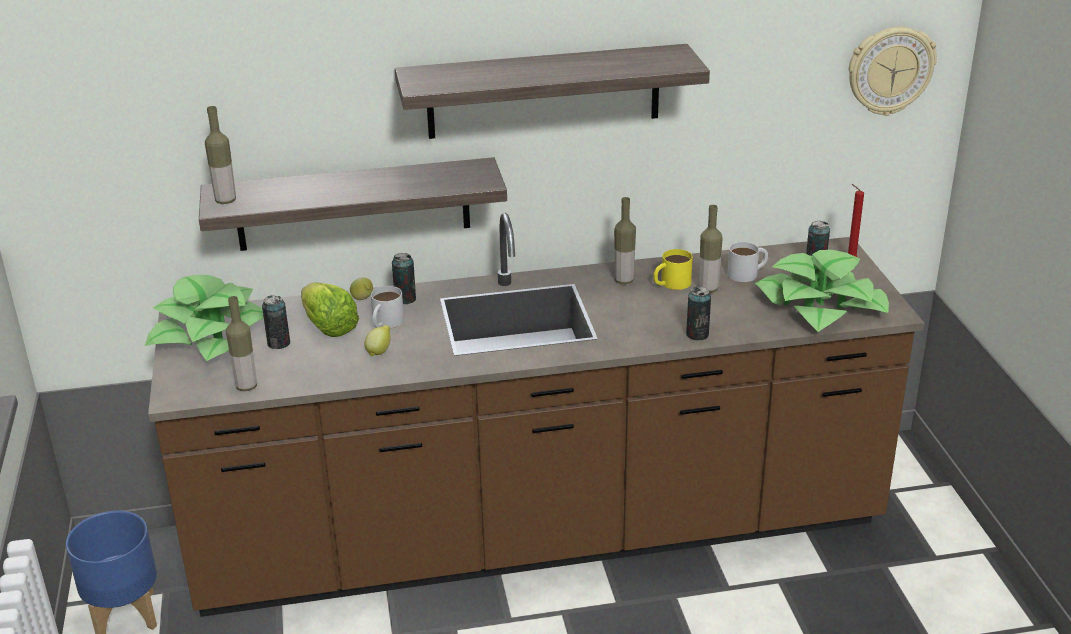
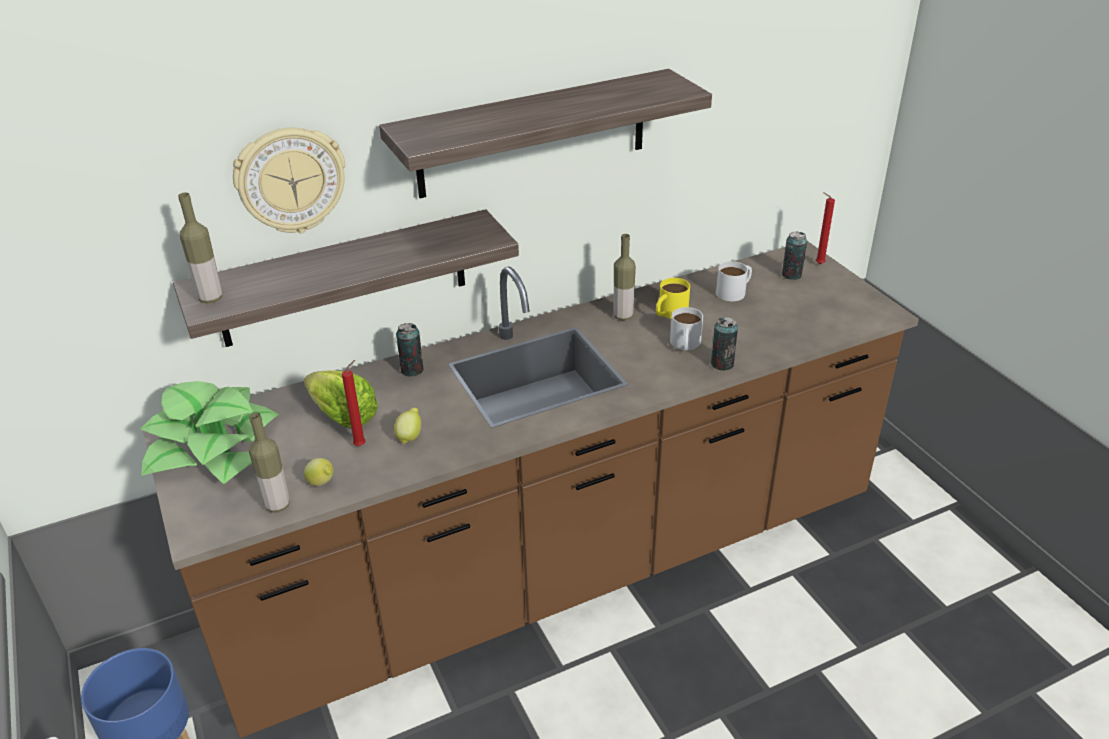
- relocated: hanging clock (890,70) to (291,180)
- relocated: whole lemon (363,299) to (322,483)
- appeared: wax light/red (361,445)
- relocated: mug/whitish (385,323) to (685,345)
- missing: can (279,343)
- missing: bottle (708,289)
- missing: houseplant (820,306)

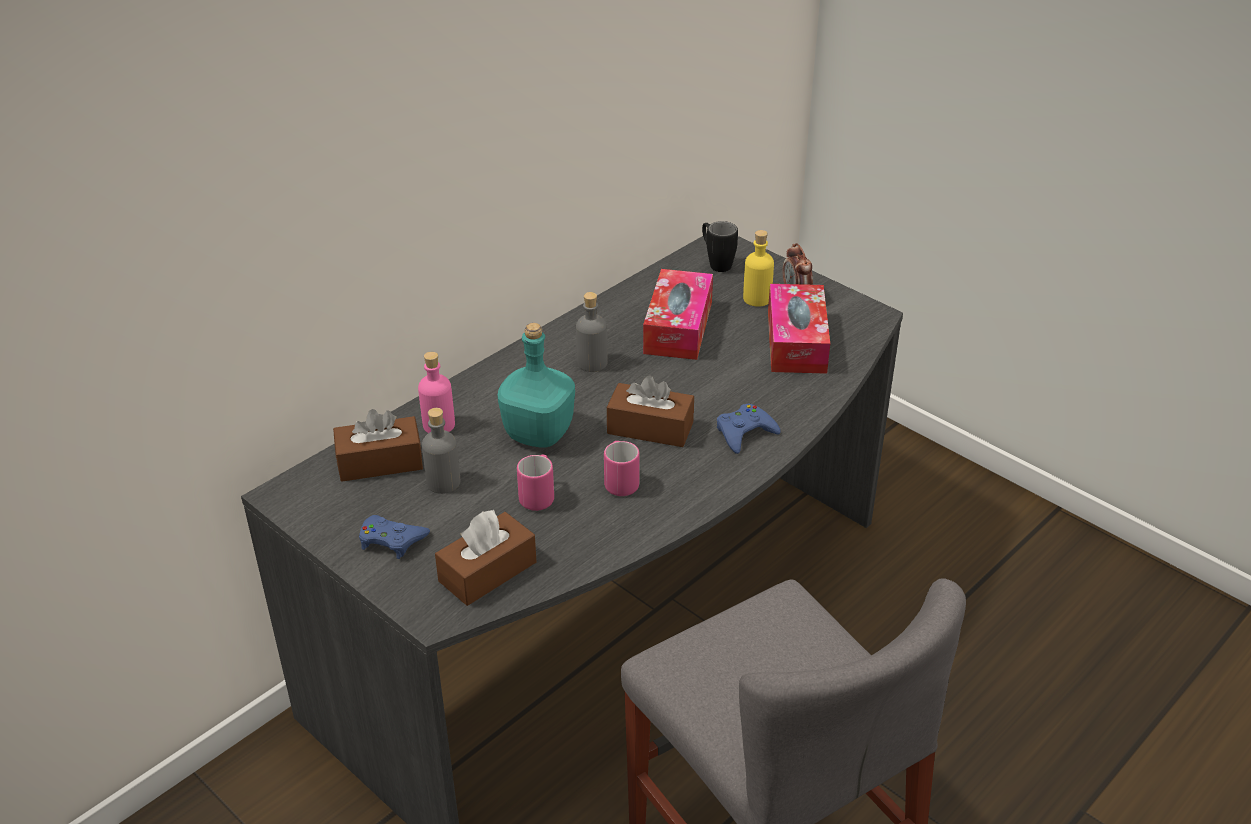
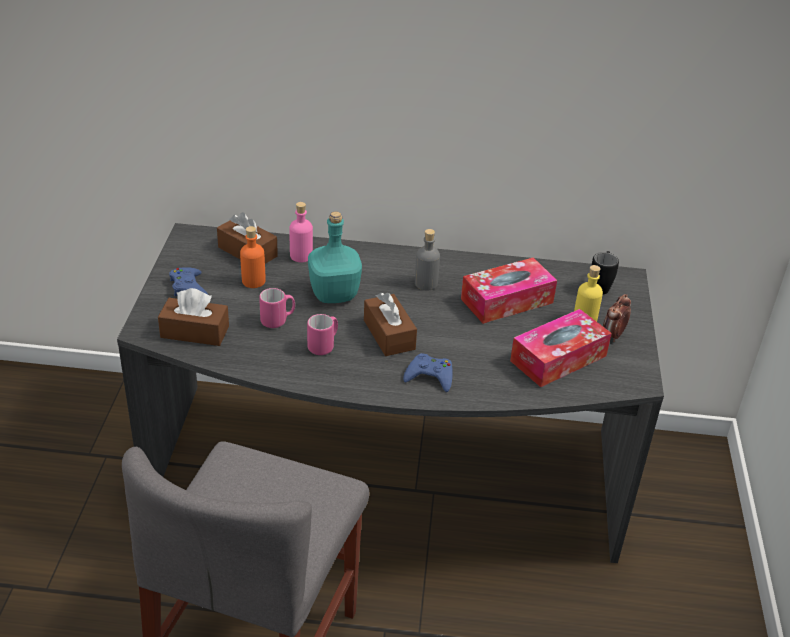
- colour: bottle/greyish (443,482) to bottle/orange-coloured (253,281)

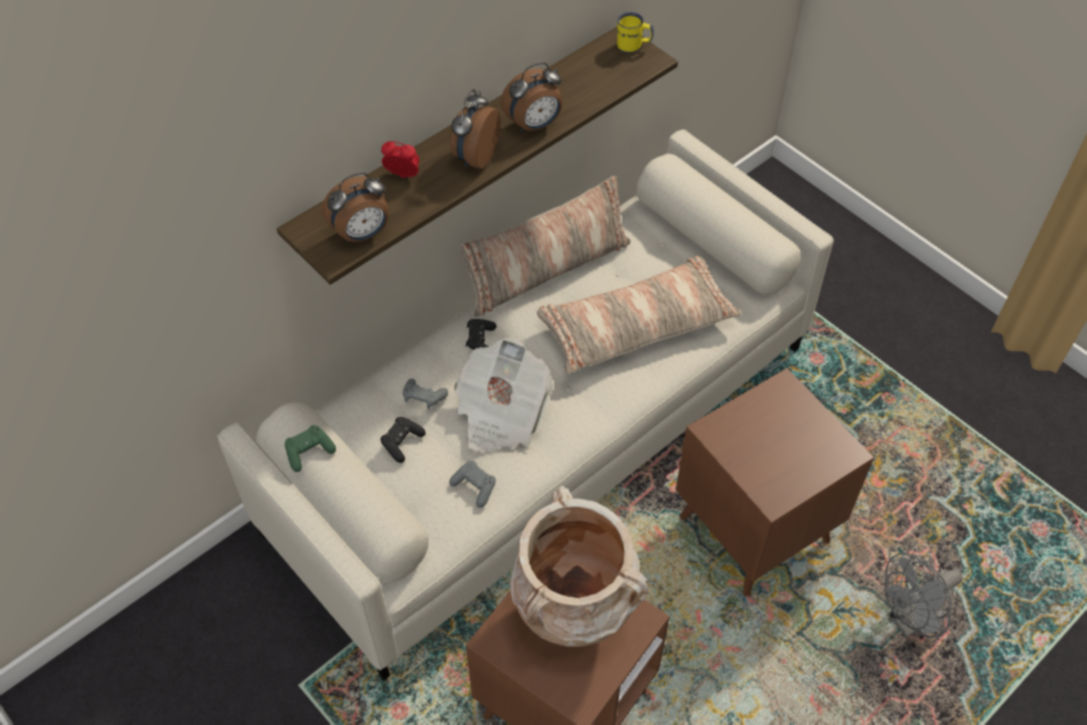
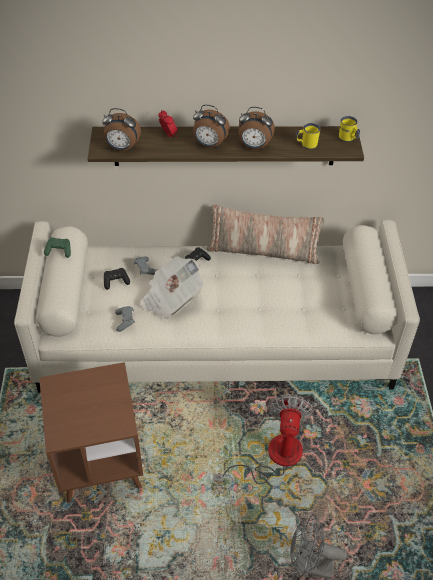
- spun: alarm clock (474,157) = (209,145) 135 degrees counterclockwise
- exchanged: side table/brownish (754,529) to electric fan (273,457)
- appeared: mug/yellow-coloured (306,144)
- missing: flower vase/beige (575,616)
- missing: throw pillow (636,326)

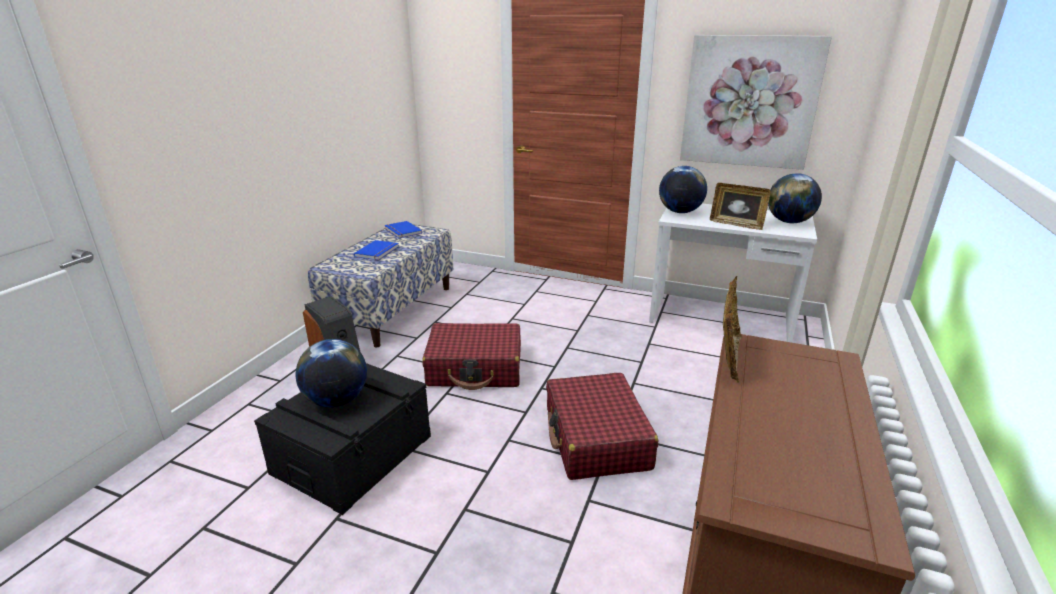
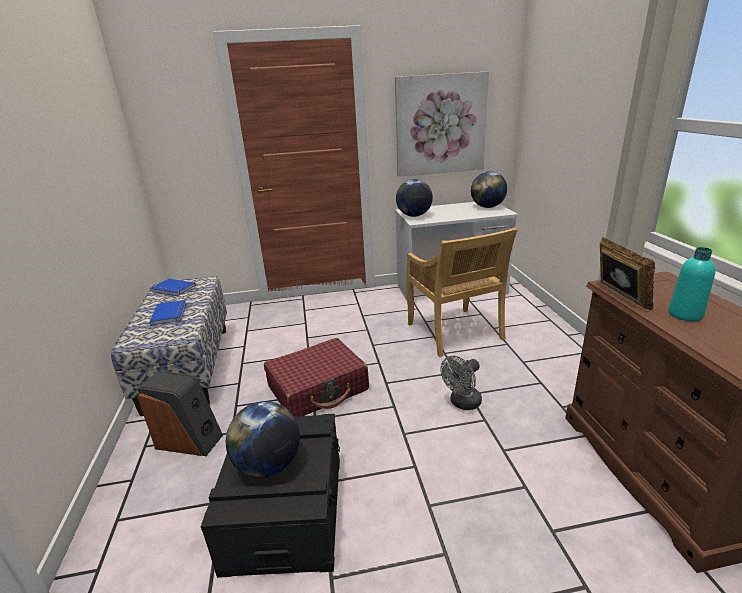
- appeared: upright chair/beige (455,332)
- exchanged: suitcase/red (596,438) to electric fan/greyish (462,403)
- appeared: bottle/blue-green (685,314)
- missing: photo frame (736,224)

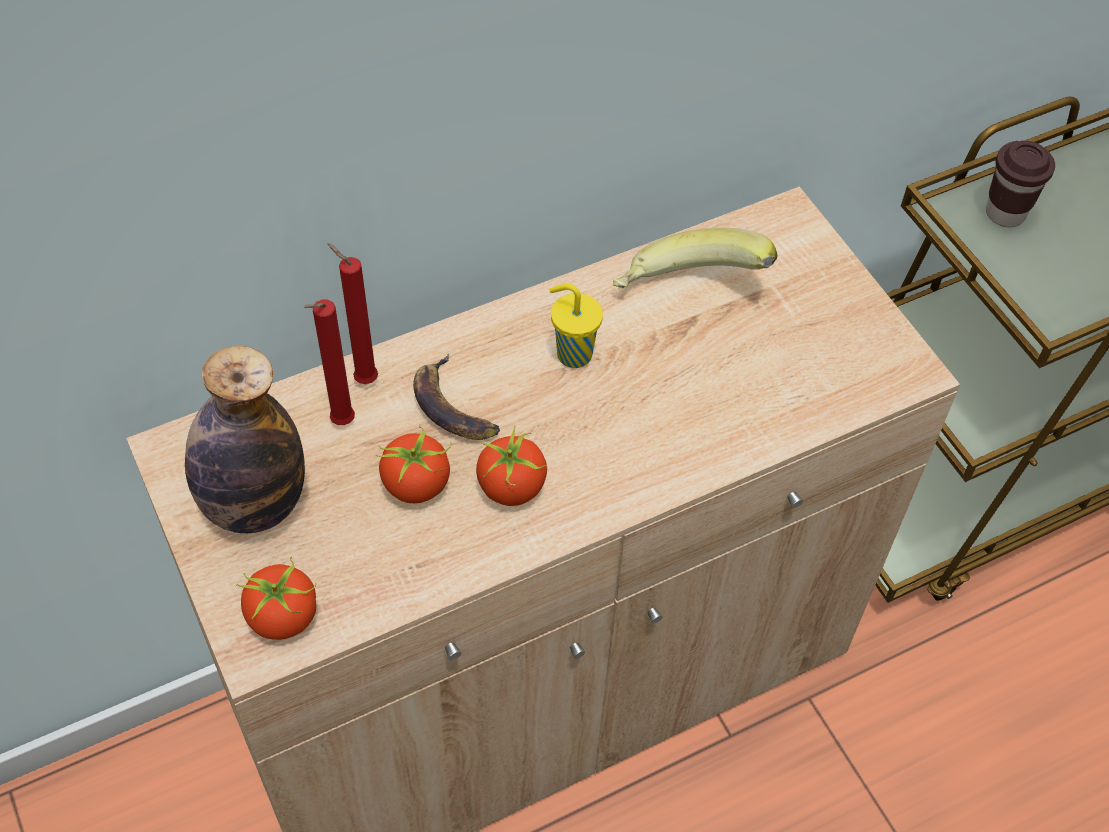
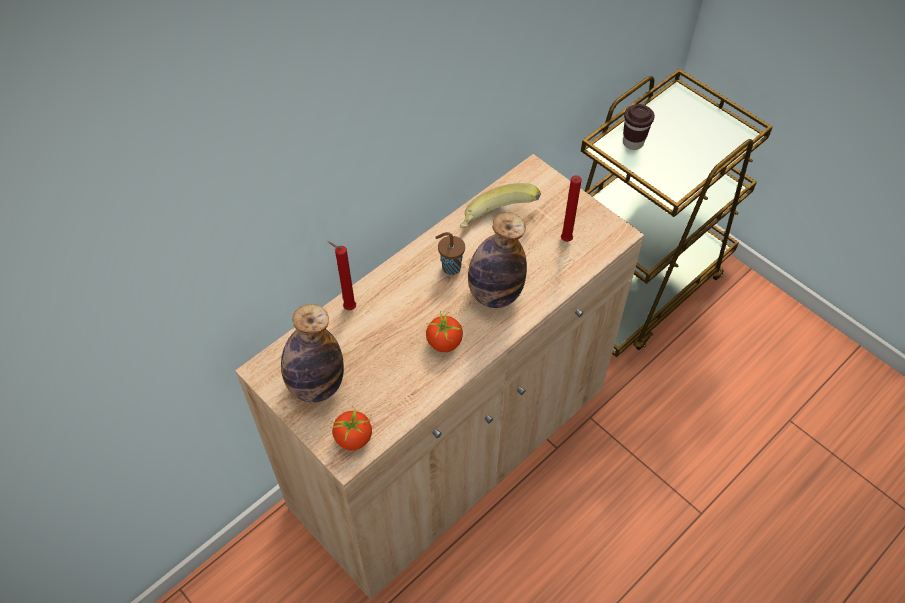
- colour: drinking cup/yellow-coloured (572,354) to drinking cup/brownish (450,267)
- appeared: bottle (494,294)
- relocated: wax light/red (340,423) to (565,241)
- missing: whole tomato (417,485)
- missing: whole banana (454,407)

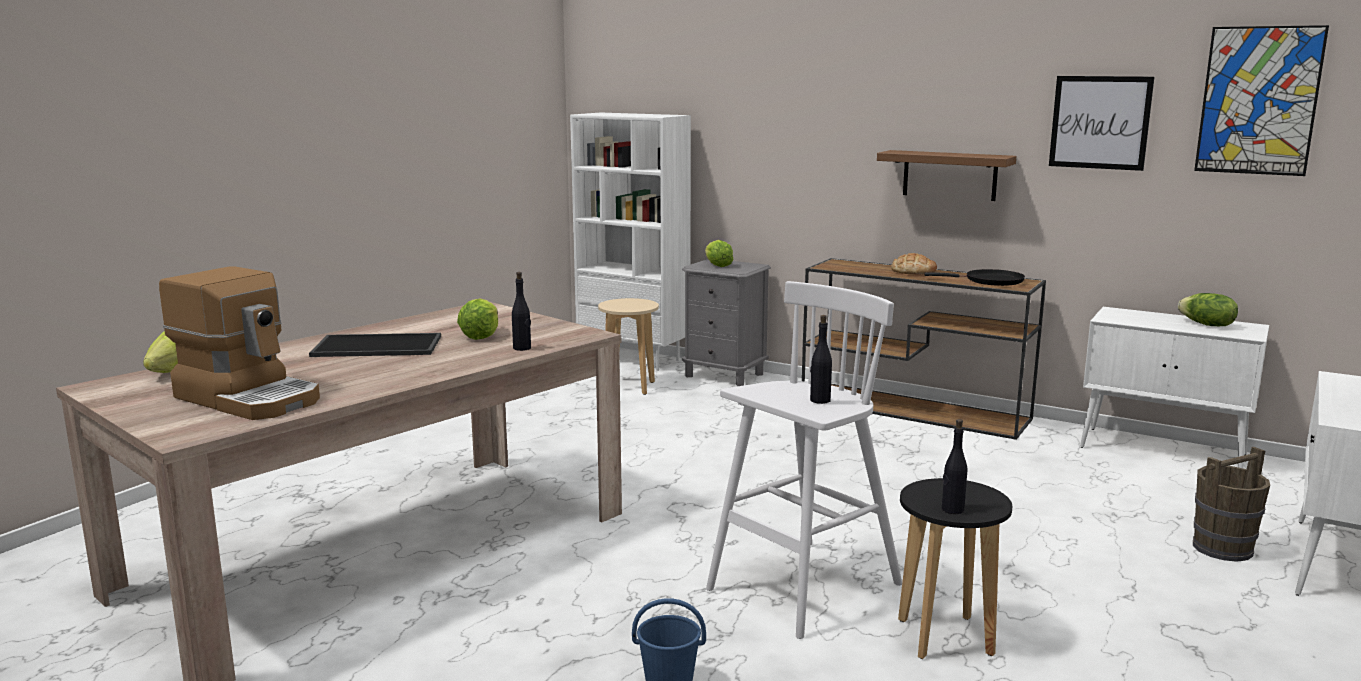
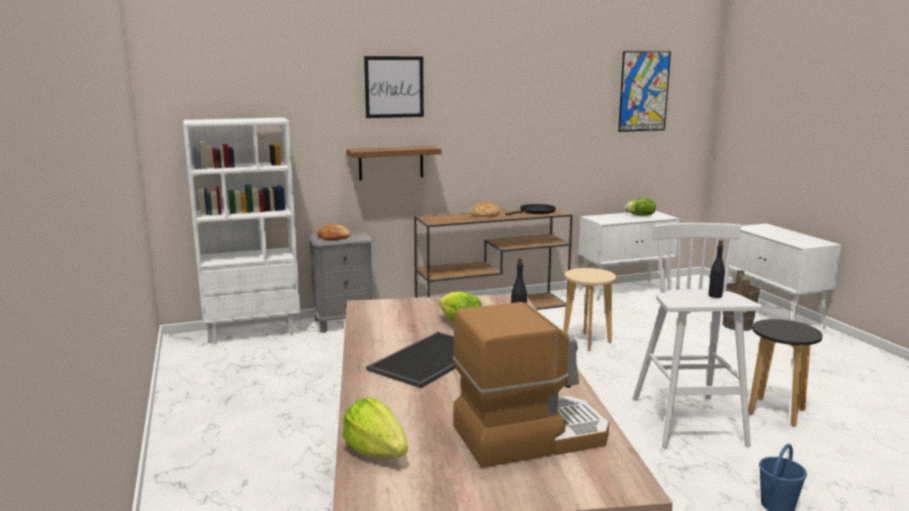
- exchanged: lettuce (717,265) to baked bread (334,237)
- relocated: shelf/brownish (949,175) to (391,163)
- relocated: wall art (1100,122) to (394,87)
- relocated: stool seat/beige (629,387) to (586,342)
- missing: bottle/black (952,510)

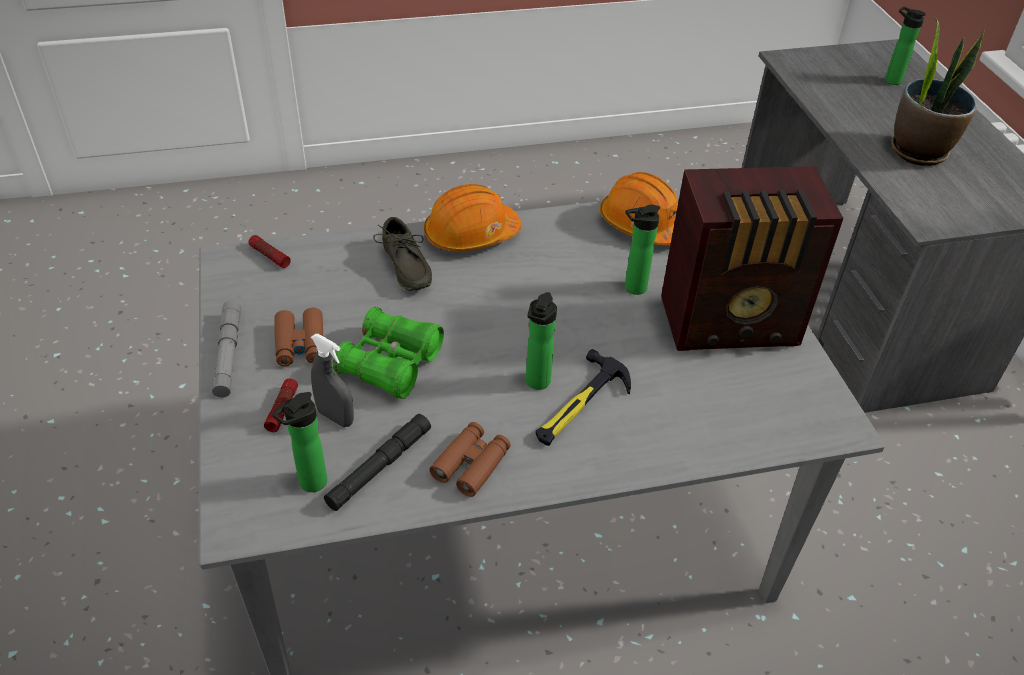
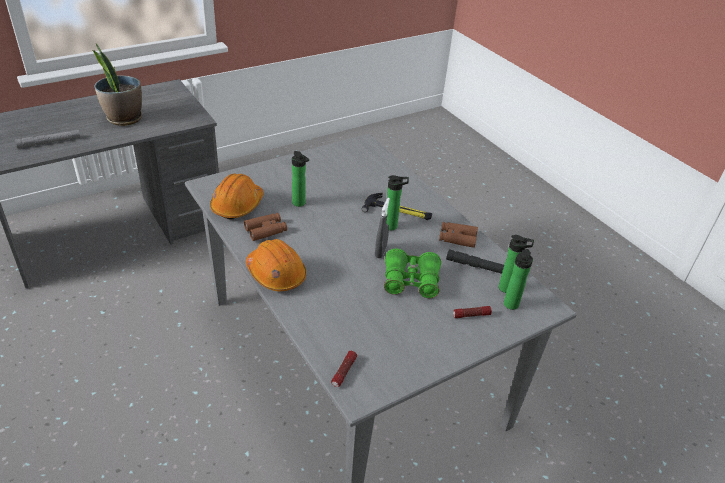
- relocated: torch/greyish (228,354) to (49,142)
- relocated: pair of binoculars/brownish (300,344) to (266,230)
- relocated: hand sprayer/greyish (335,417) to (380,252)
- relocated: bottle (890,80) to (510,306)
- missing: item of footwear/greyish (403,268)
- missing: radio receiver (732,323)

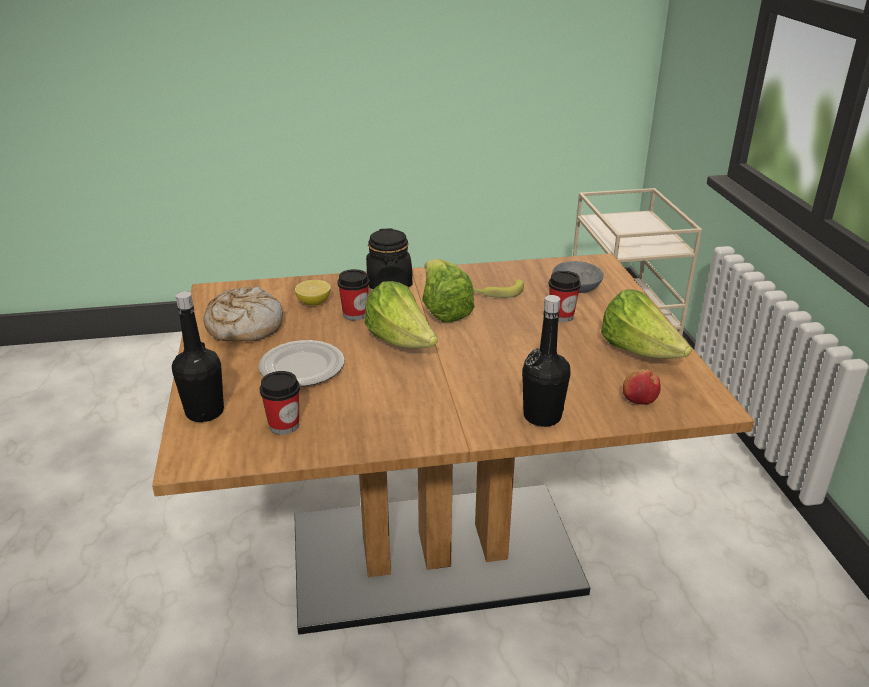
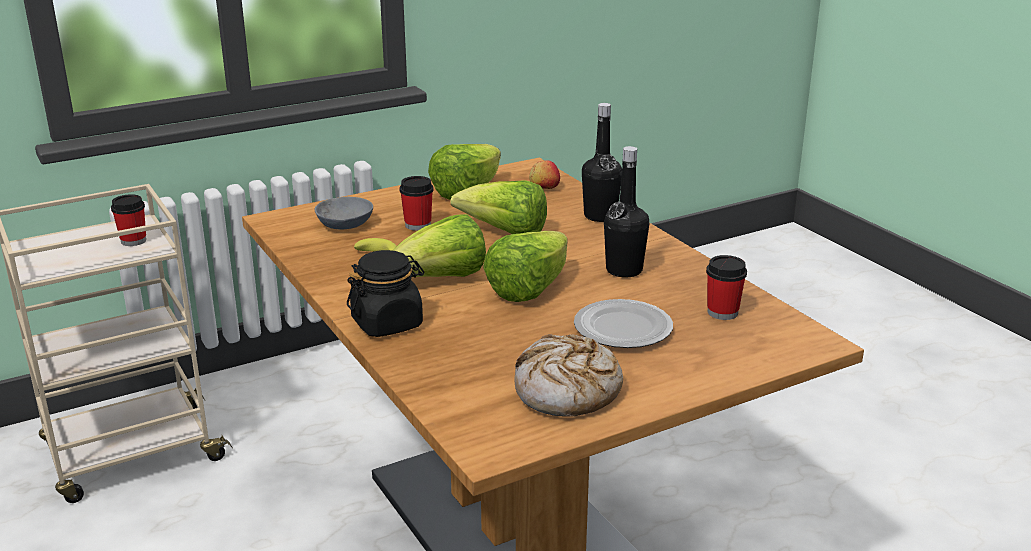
- relocated: drinking cup (355,314) to (133,241)
- appeared: lettuce (505,234)
- relocated: bottle/black (205,412) to (624,270)
- missing: whole lemon (314,302)

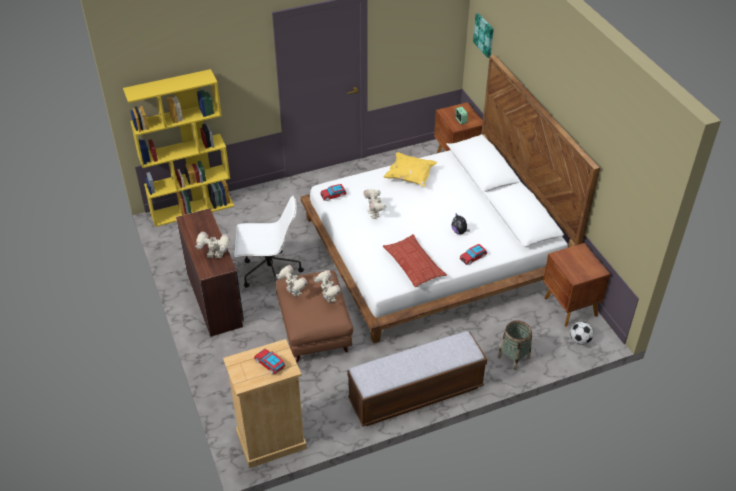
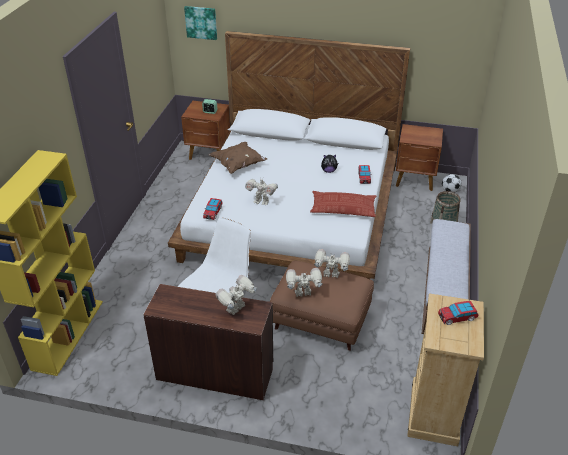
- colour: throw pillow/yellow-coloured (410,177) to throw pillow/brownish (238,165)

